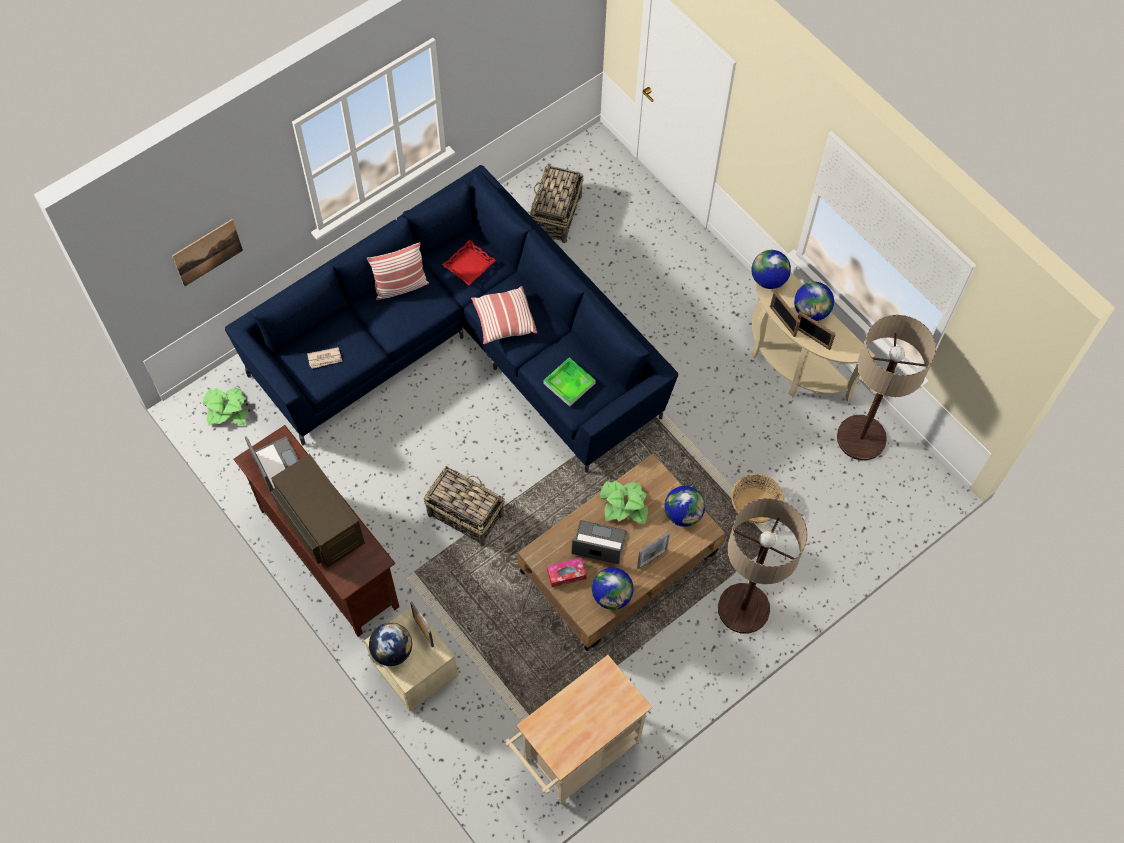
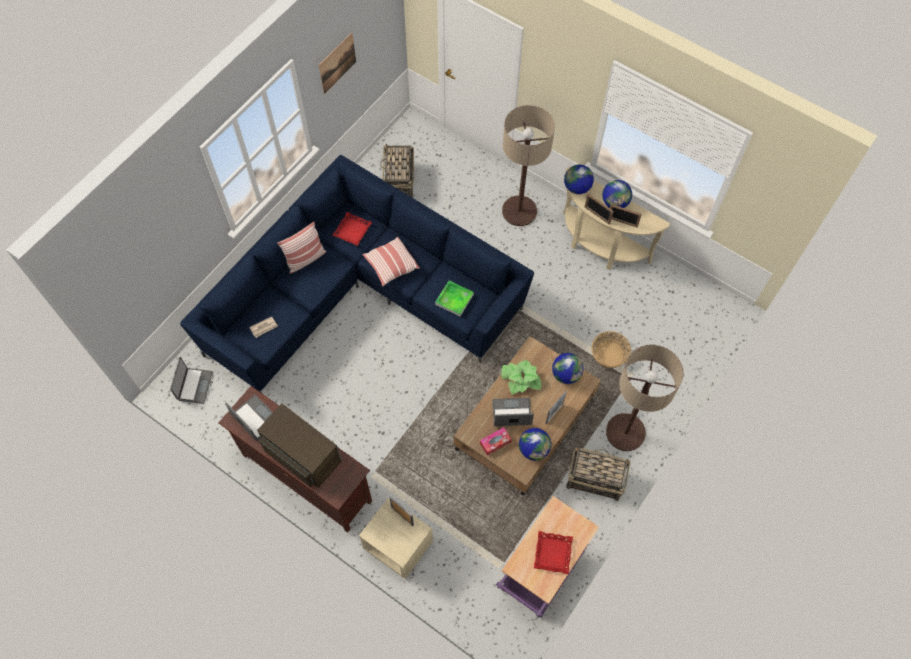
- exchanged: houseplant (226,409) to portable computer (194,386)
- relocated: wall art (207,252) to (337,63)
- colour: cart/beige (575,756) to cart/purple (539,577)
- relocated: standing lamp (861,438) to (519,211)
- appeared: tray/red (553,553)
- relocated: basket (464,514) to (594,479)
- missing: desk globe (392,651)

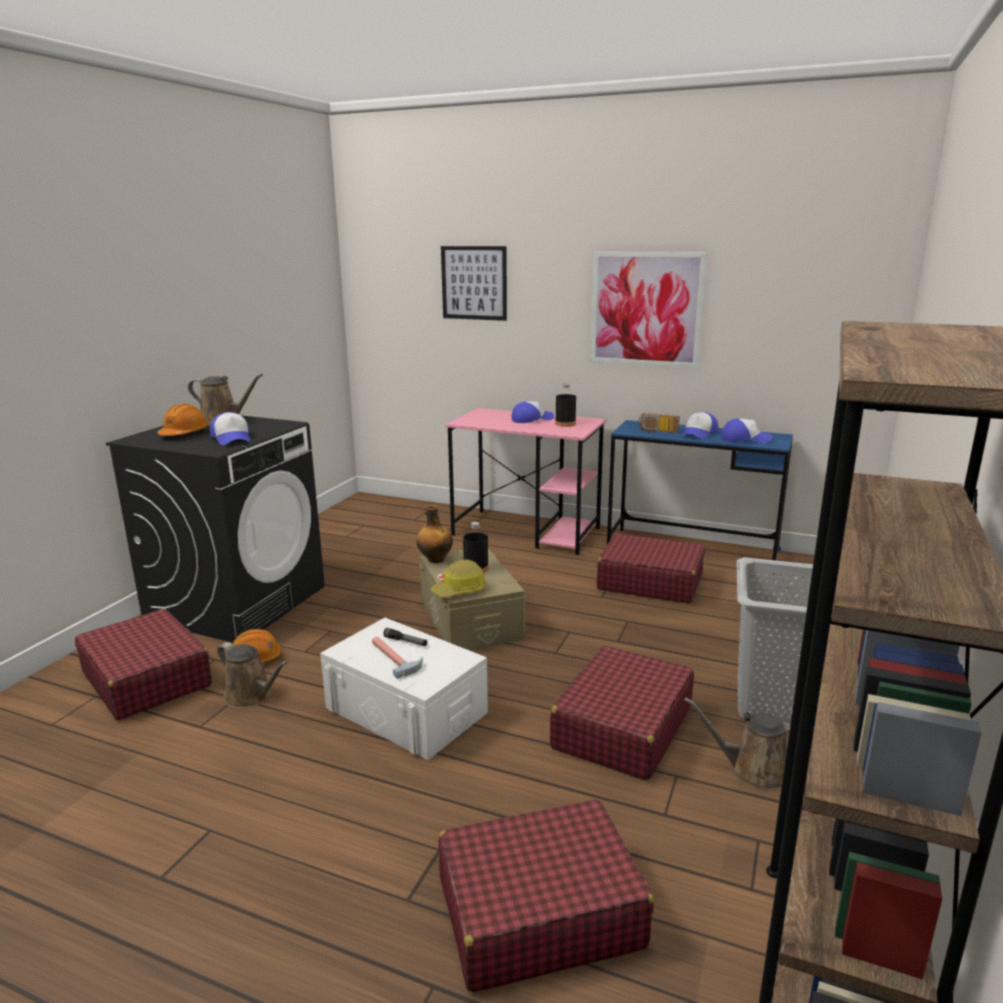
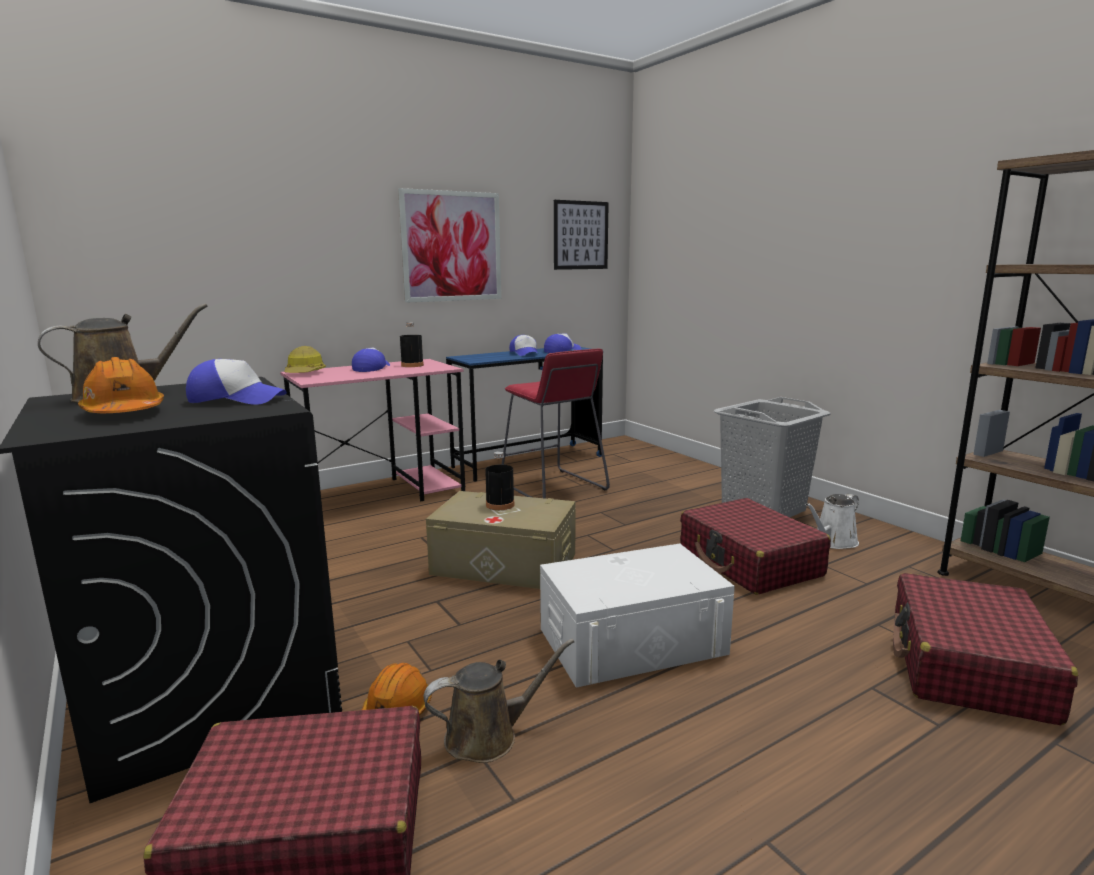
- relocated: hard hat (460,591) to (305,373)
- exchanged: suitcase/red (649,582) to stool seat/red (552,487)
- relocated: wall art (474,283) to (581,235)
- colour: sprinkling can/brownish (752,770) to sprinkling can/whitish (833,542)
- missing: hand hammer (395,657)
- missing: torch (405,641)
- missing: bottle (435,559)
- missing: radio receiver (657,431)

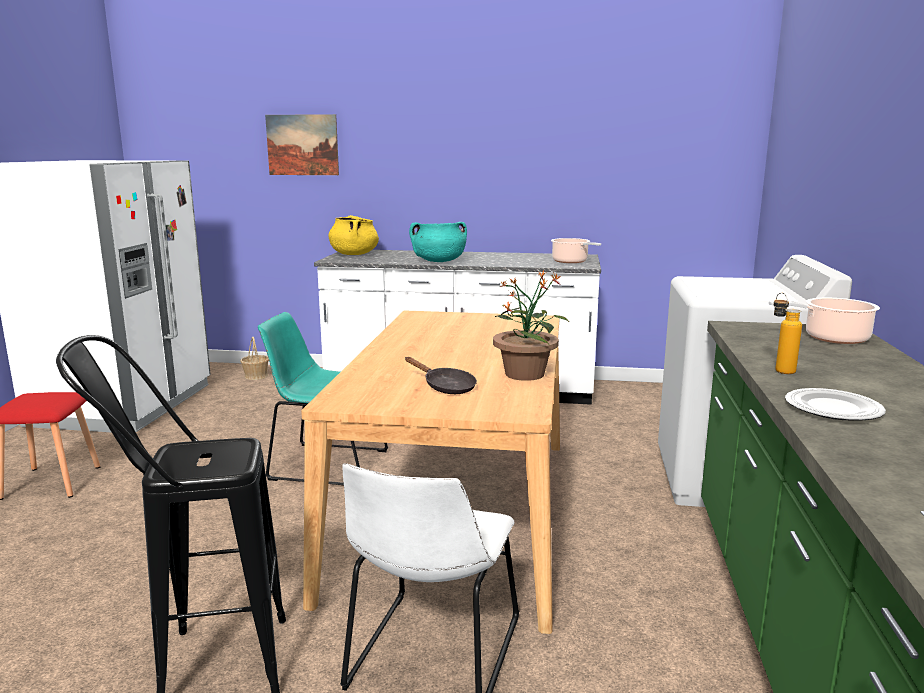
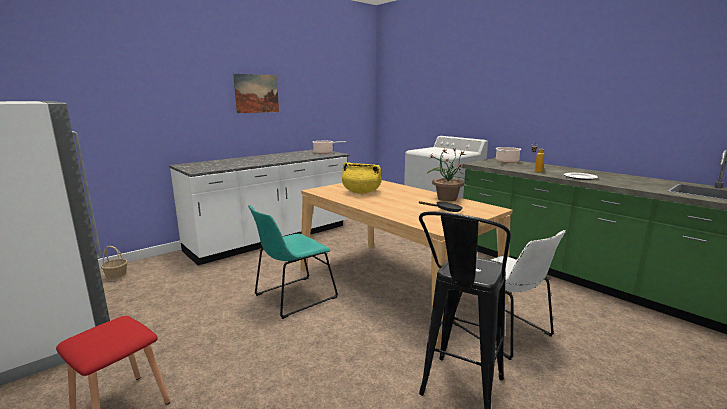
- relocated: wall art (302,145) to (257,93)
- relocated: cooking pot/yellow-coloured (354,254) to (361,192)
- missing: cooking pot/blue-green (438,261)

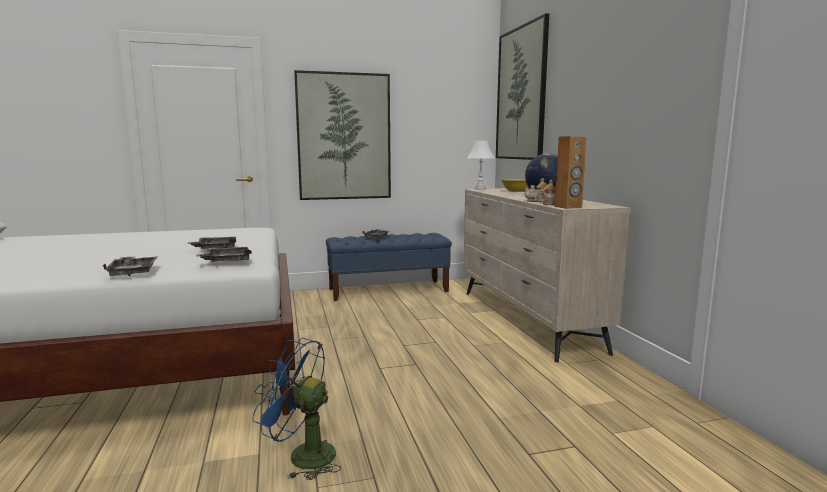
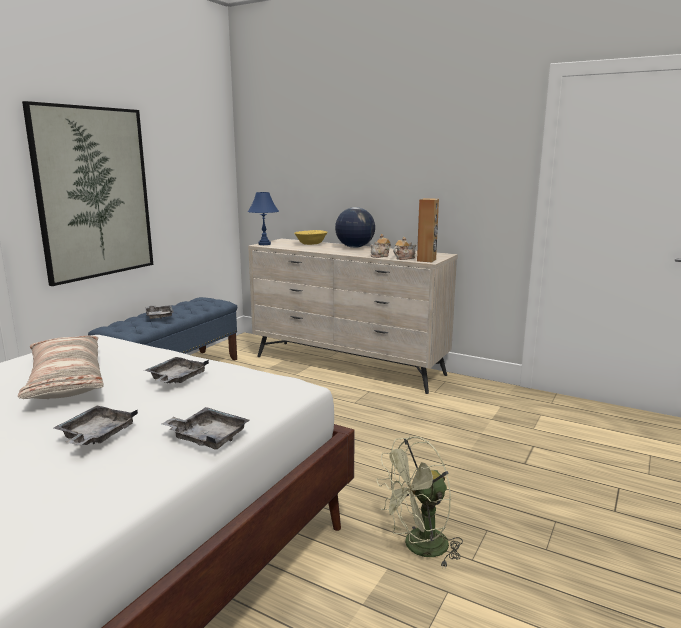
- appeared: throw pillow (66,380)
- relocated: tray/greyish (227,261) to (96,435)
- colour: tabletop lamp/whitish (480,189) to tabletop lamp/blue (264,244)
- colour: electric fan/blue (302,455) to electric fan/green (418,548)
- missing: wall art (521,94)

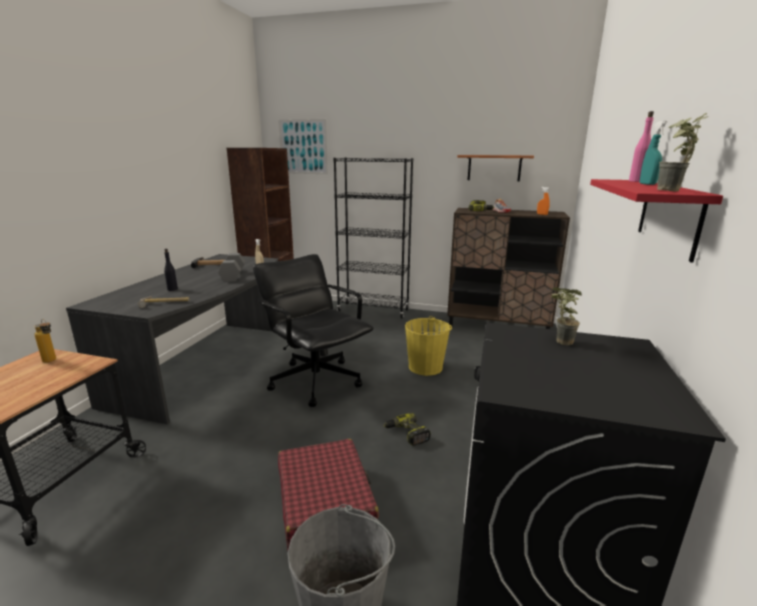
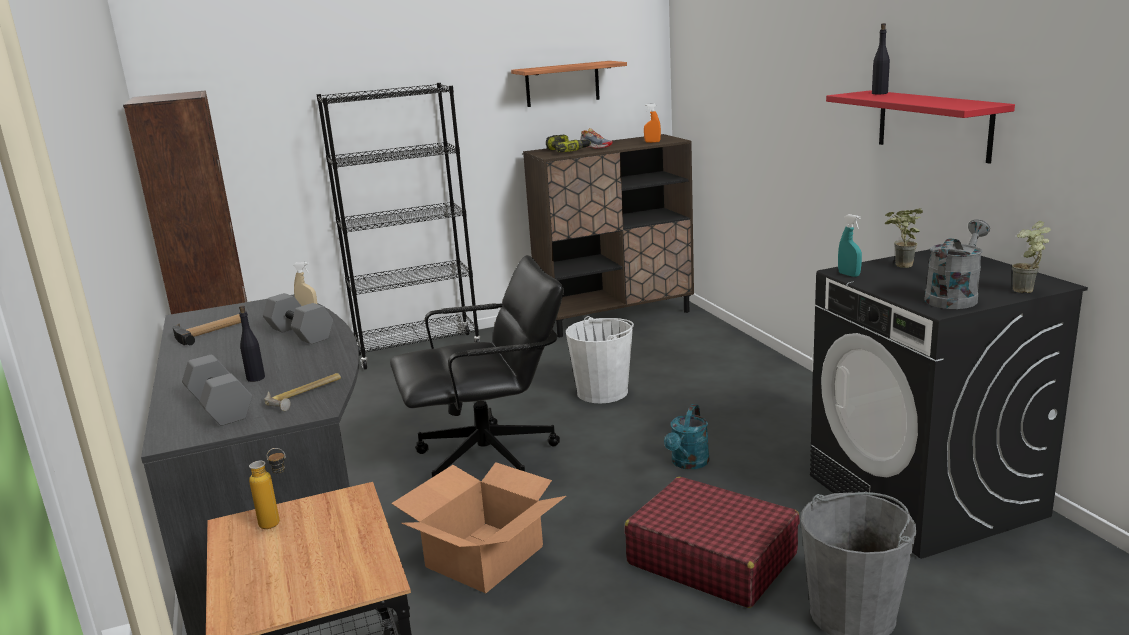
- appeared: dumbbell/greyish (218,407)
- spun: office chair/black (316,380) = (489,460) 150 degrees clockwise
- appeared: packing box (483,556)
- colour: water bucket/yellow-coloured (425,367) to water bucket/whitish (603,392)
- exchanged: electric drill (406,434) to sprinkling can/blue-green (688,463)
- relocated: hand sprayer/blue-green (647,184) to (849,275)
- colour: bottle/pink-coloured (637,181) to bottle/black (879,93)
- appeared: sprinkling can/greyish (954,297)
- relocated: houseplant (671,191) to (1028,292)
- missing: wall art (303,147)

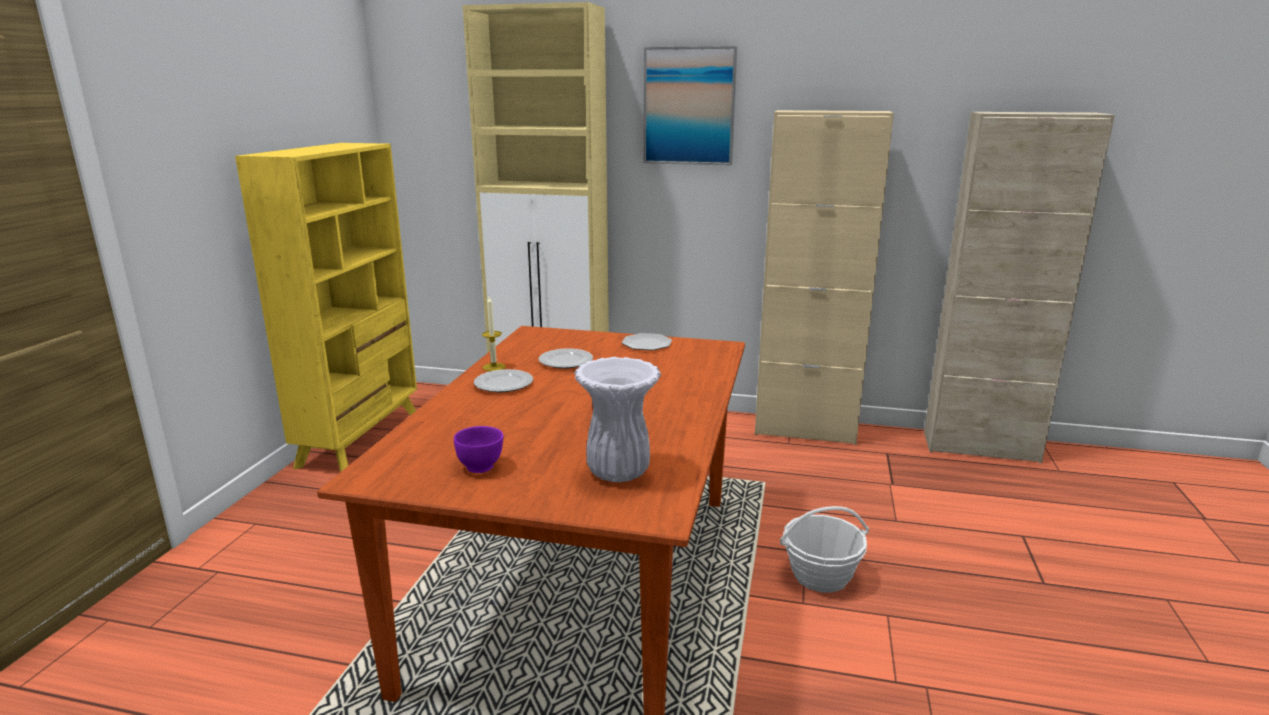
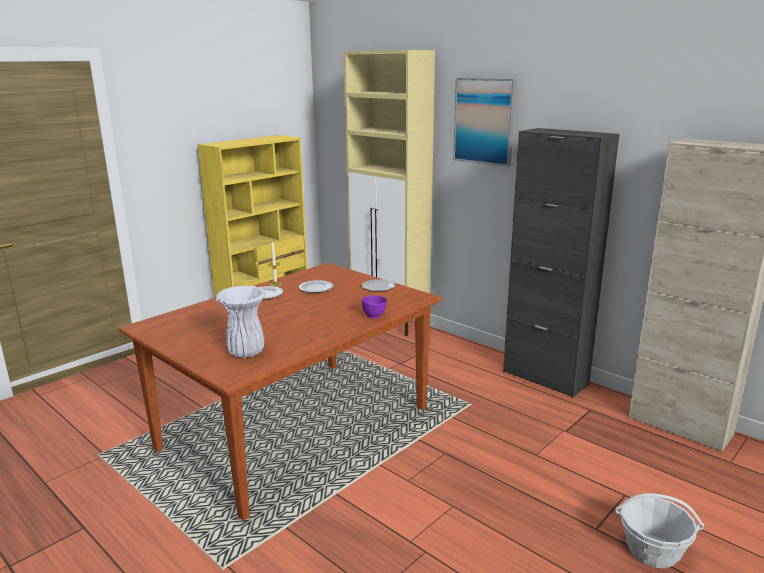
- relocated: deep dish/purple (480,467) to (374,316)
- colour: storage cabinet/beige (805,430) to storage cabinet/black (545,378)
- relocated: basket (820,576) to (652,551)

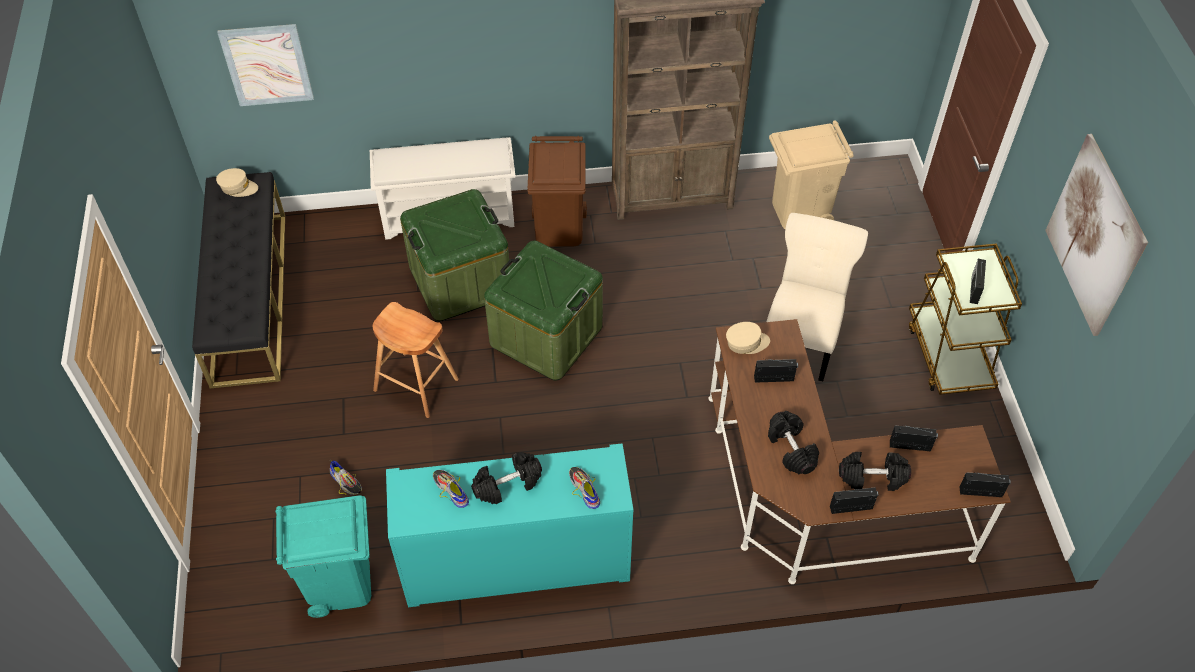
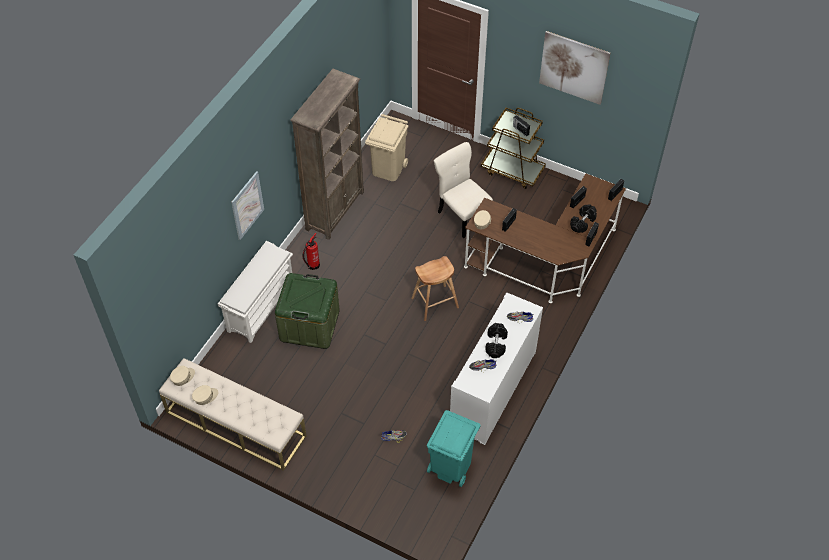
- colour: long seat/black (249,297) to long seat/beige (235,424)
- appeared: baseball cap/beige (205,397)
- relocated: wall art (267,65) to (247,205)
- exchanged: rubbish bin/brownish (559,228) to fire extinguisher (312,266)
- relocated: stool seat/brownish (416,385) to (435,303)
- colour: storage cabinet/blue-green (516,562) to storage cabinet/whitish (493,389)
- missing: storage container/green (546,336)
- missing: dumbbell/black (791,449)

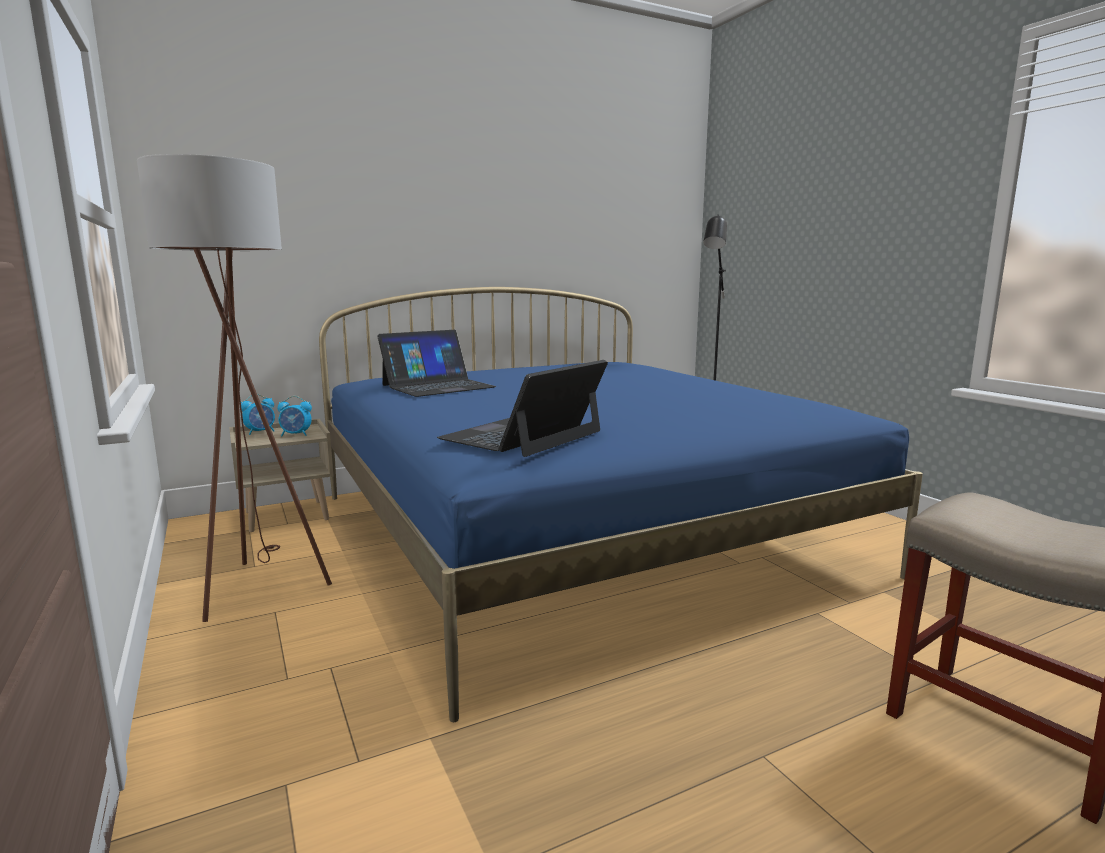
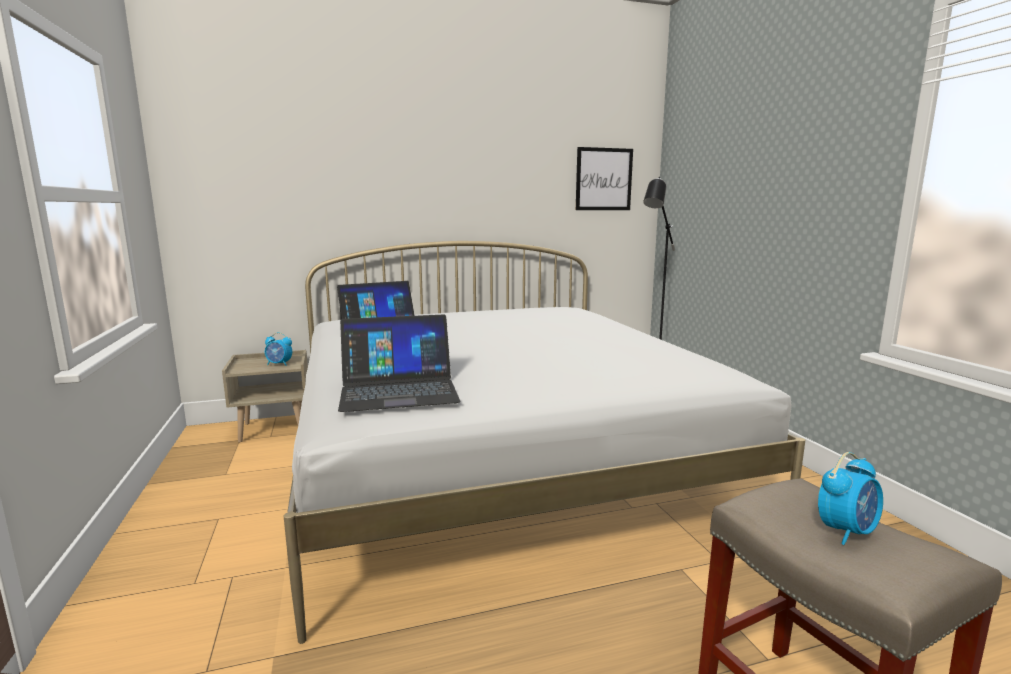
- colour: bed/blue (576,532) to bed/whitish (499,463)
- spun: portable computer (523,435) = (398,390) 150 degrees counterclockwise
- appeared: wall art (604,179)
- relocated: alarm clock (260,432) to (846,531)
- missing: standing lamp/brownish (257,585)

